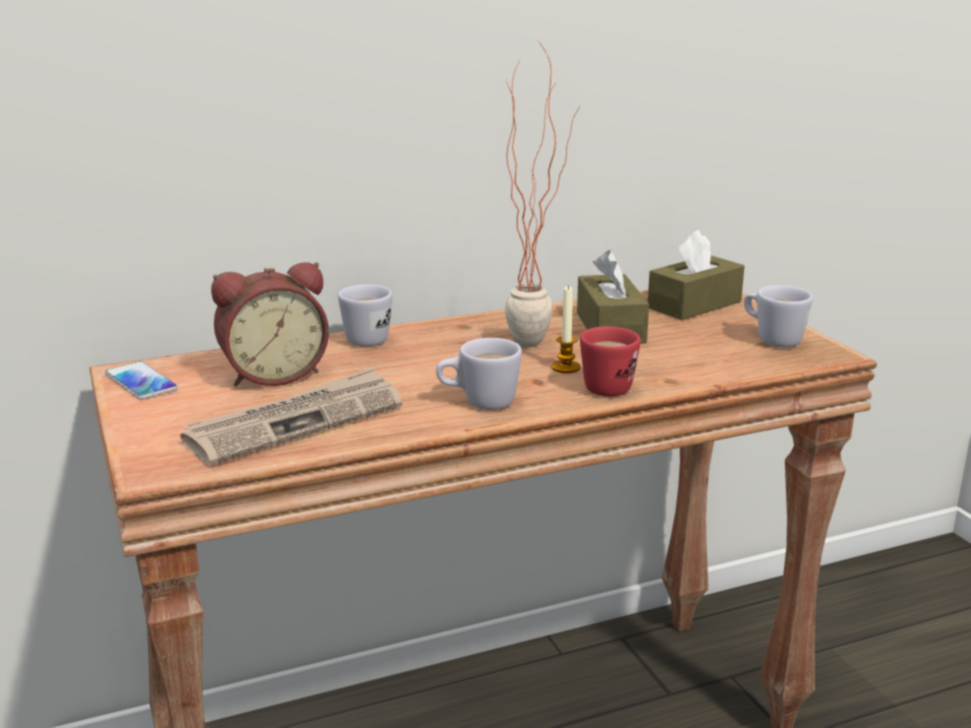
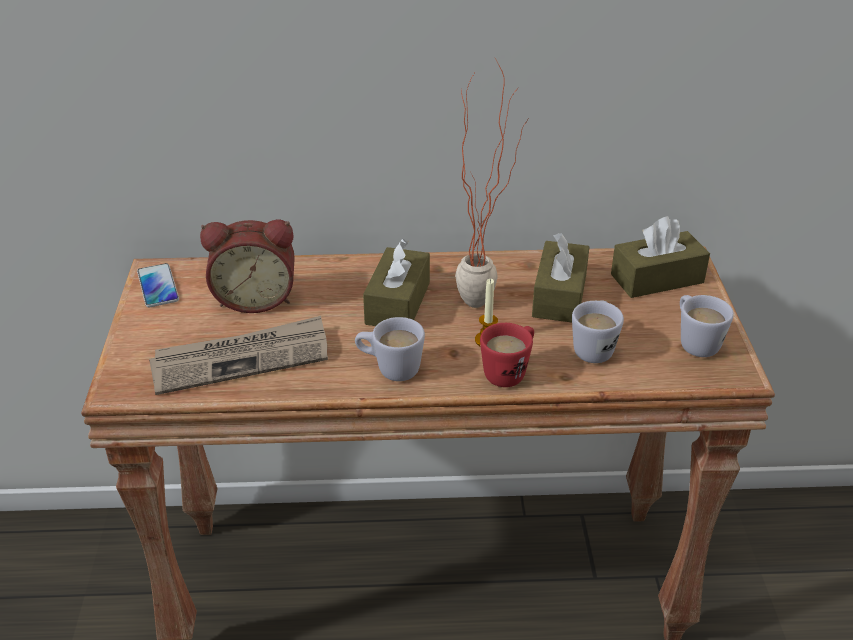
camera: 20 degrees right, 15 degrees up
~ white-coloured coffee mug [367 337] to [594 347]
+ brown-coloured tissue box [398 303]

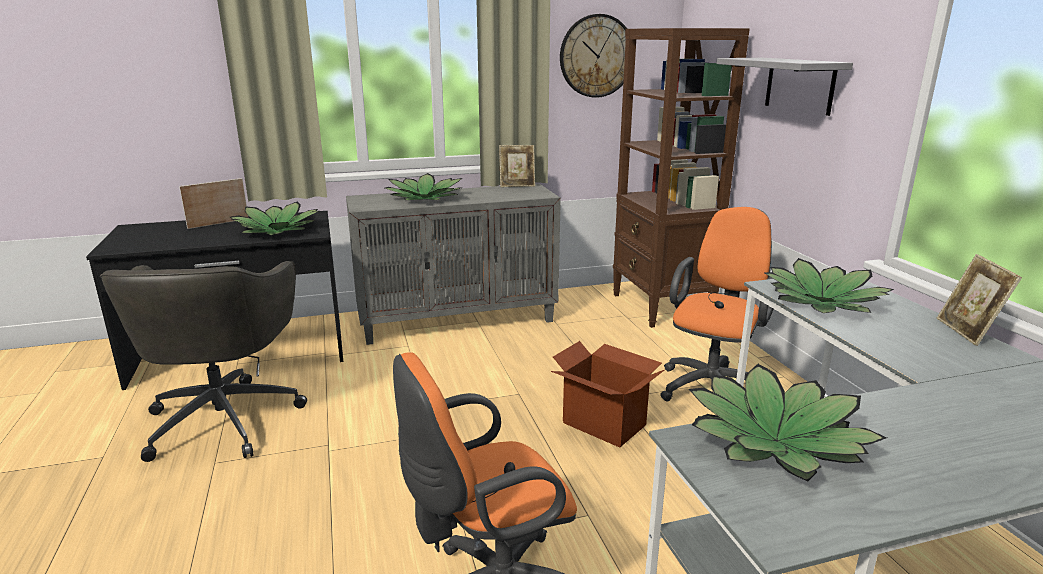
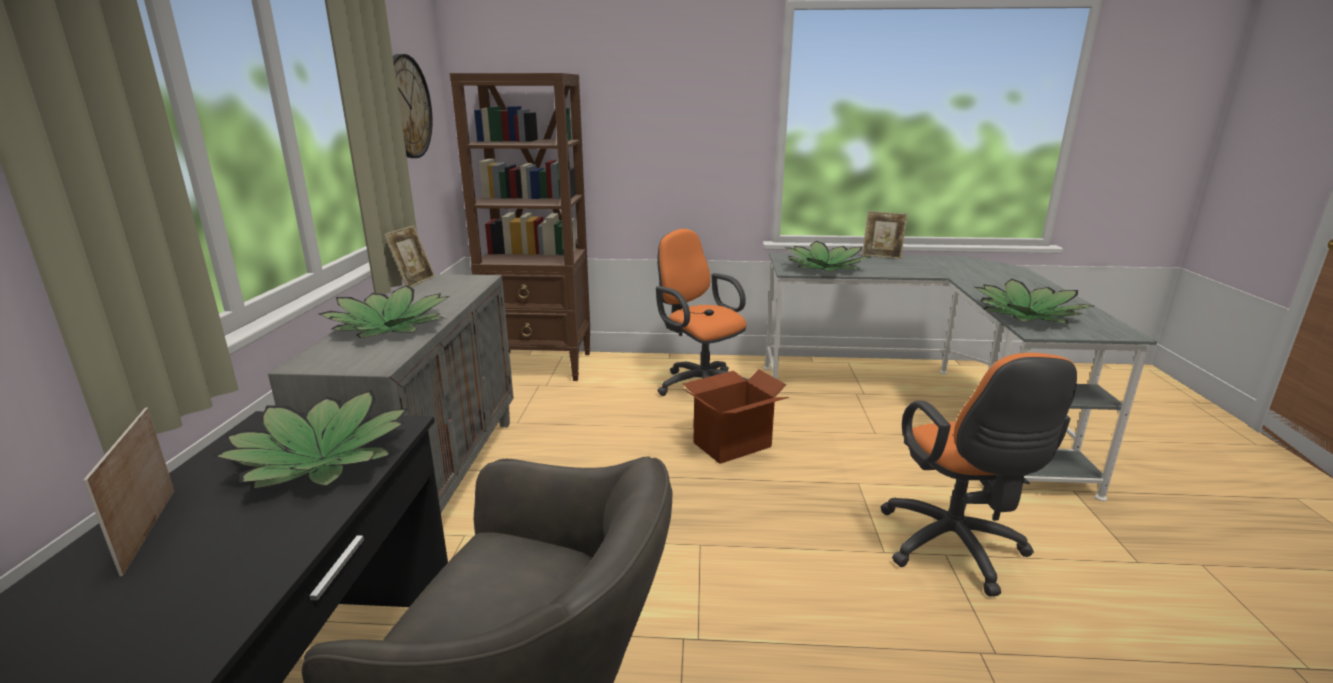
camera: 70 degrees left, 0 degrees up
- greyish wall shelf [799 85]

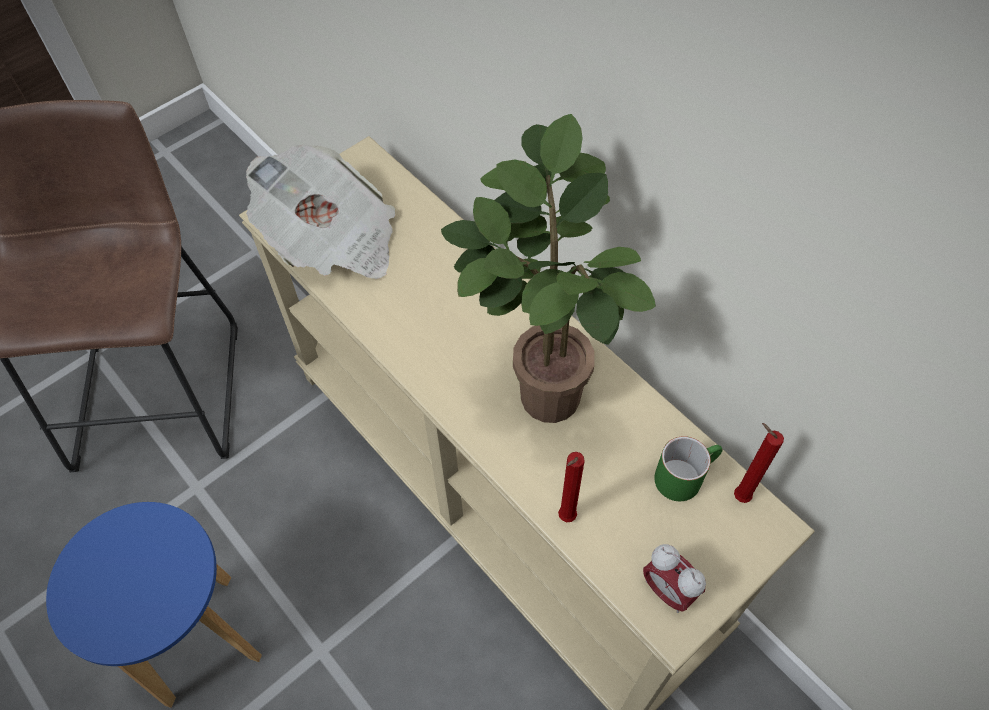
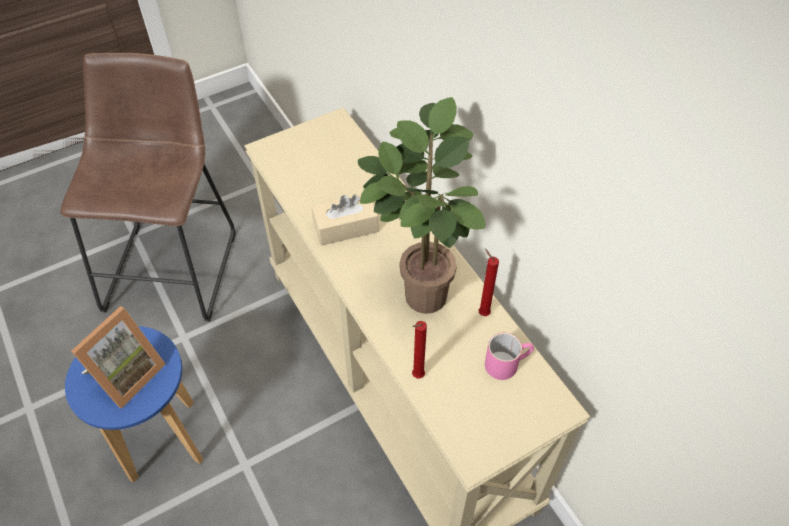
camera: 10 degrees right, 5 degrees down
- newspaper [332 240]
~ reddish candle [738 495] to [482 312]
~ green coffee mug [684 474] to pink-coloured coffee mug [507 363]
- bedside clock [668 590]
+ beige-coloured tissue box [345 227]
+ standing frame [126 374]

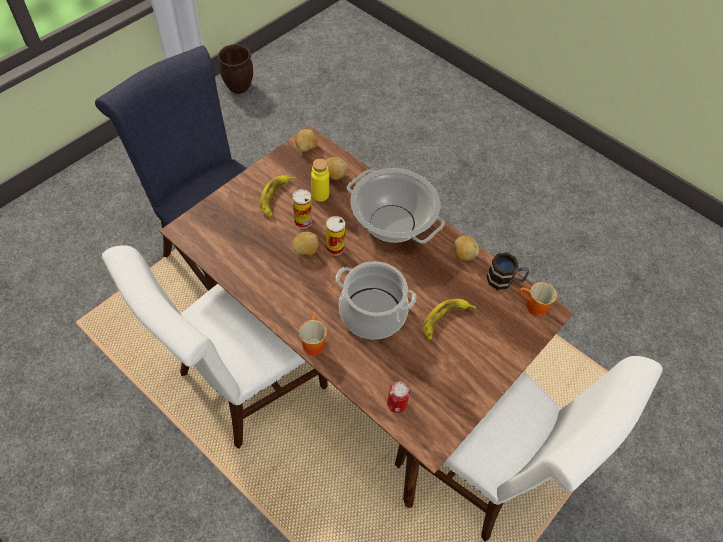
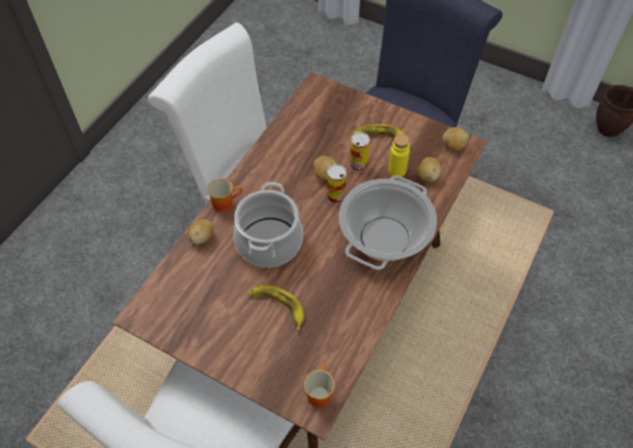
camera: 80 degrees right, 0 degrees up
~ spud [464 254] to [202 238]
- coffee mug [505 280]
- metal can [396 404]

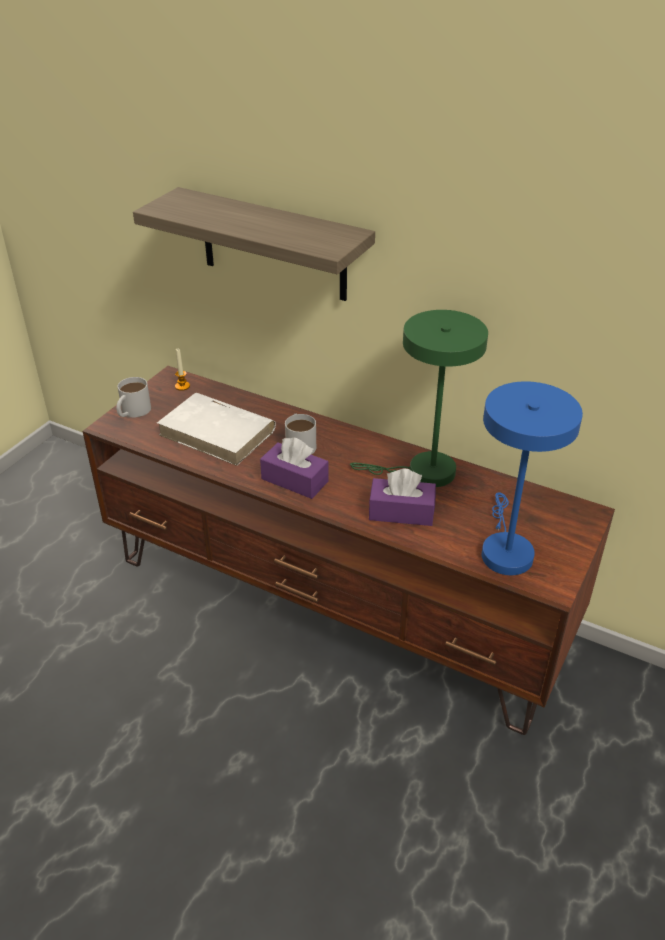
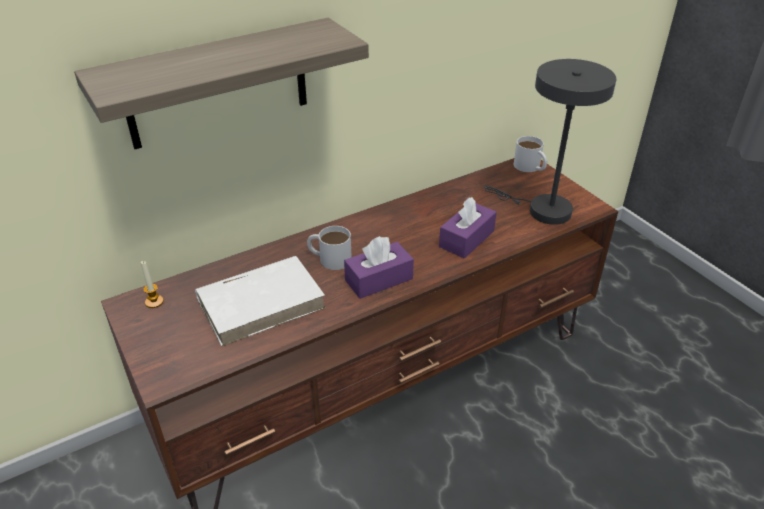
camera: 60 degrees left, 0 degrees up
- green table lamp [423 472]
~ white-coloured coffee mug [132 412] to [530 167]
~ blue-coloured table lamp [505 549] to greyish table lamp [542 210]

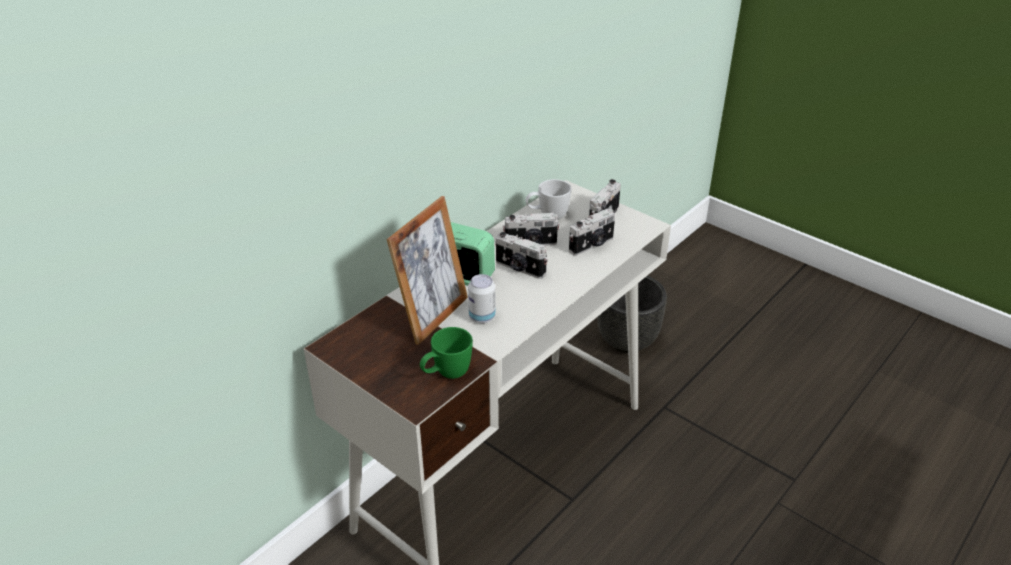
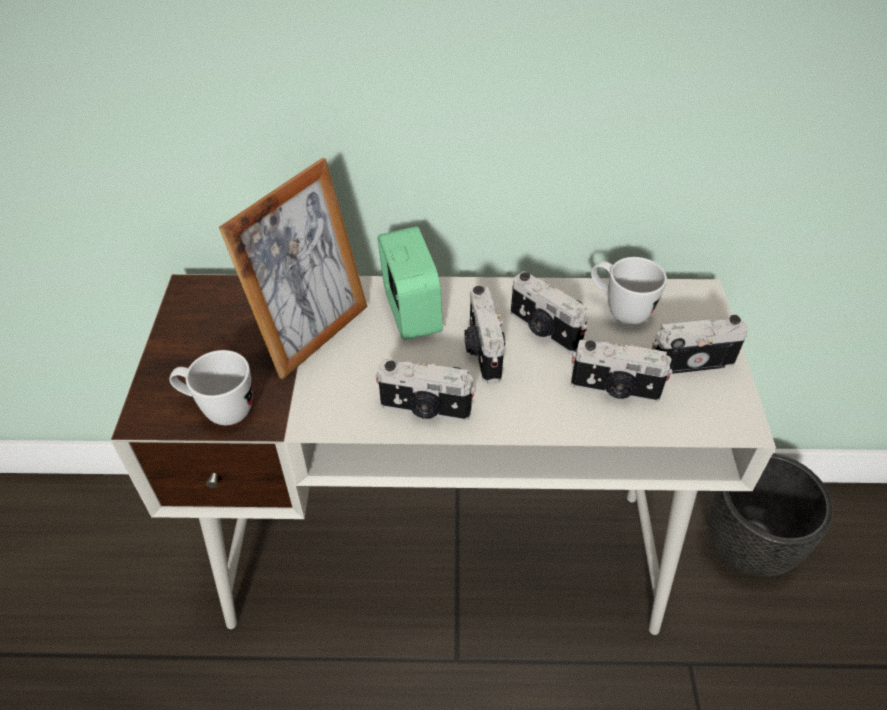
camera: 50 degrees right, 10 degrees up
~ standing frame [433 316] = [313 333] 45 degrees counterclockwise
- metal can [482 317]
~ green coffee mug [446 374] to white-coloured coffee mug [219 410]
+ photo camera [425 409]

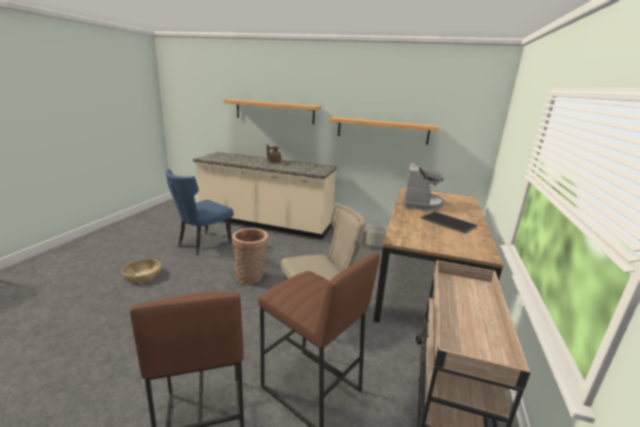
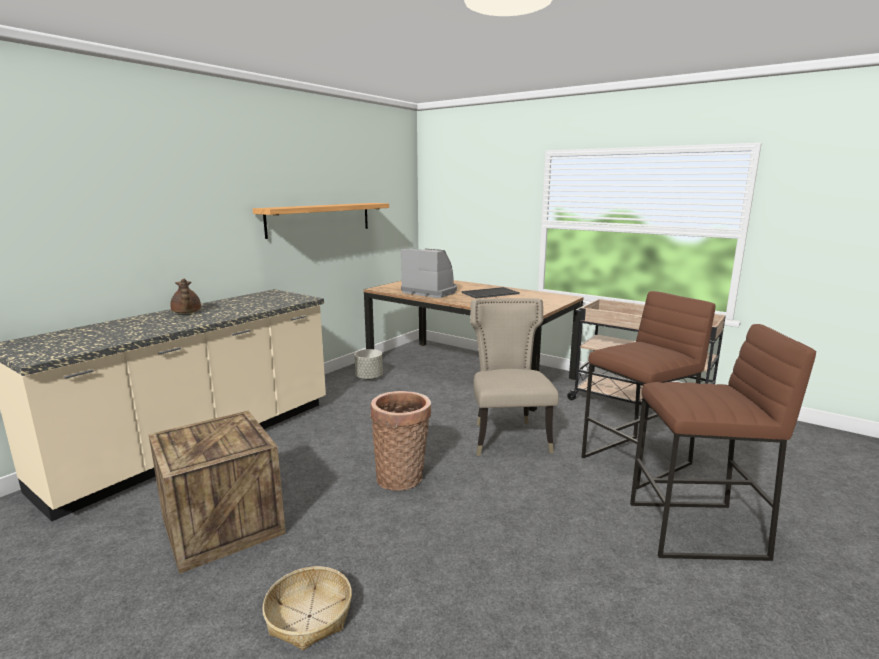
camera: 70 degrees left, 5 degrees down
- wall shelf [274 111]
~ blue-coloured chair [202 244] to packing crate [222 525]

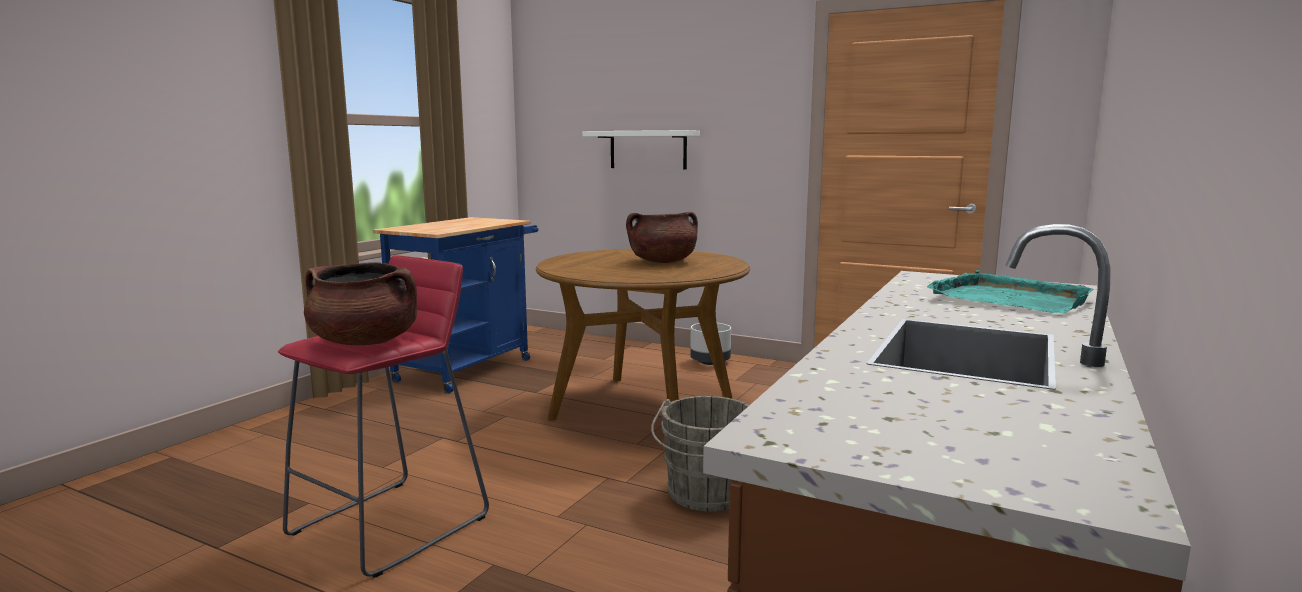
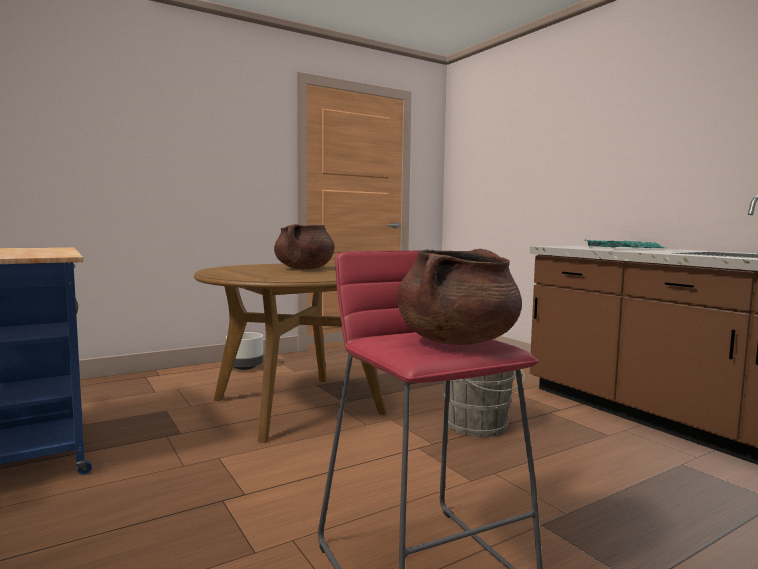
camera: 60 degrees left, 5 degrees down
- white-coloured wall shelf [648 150]

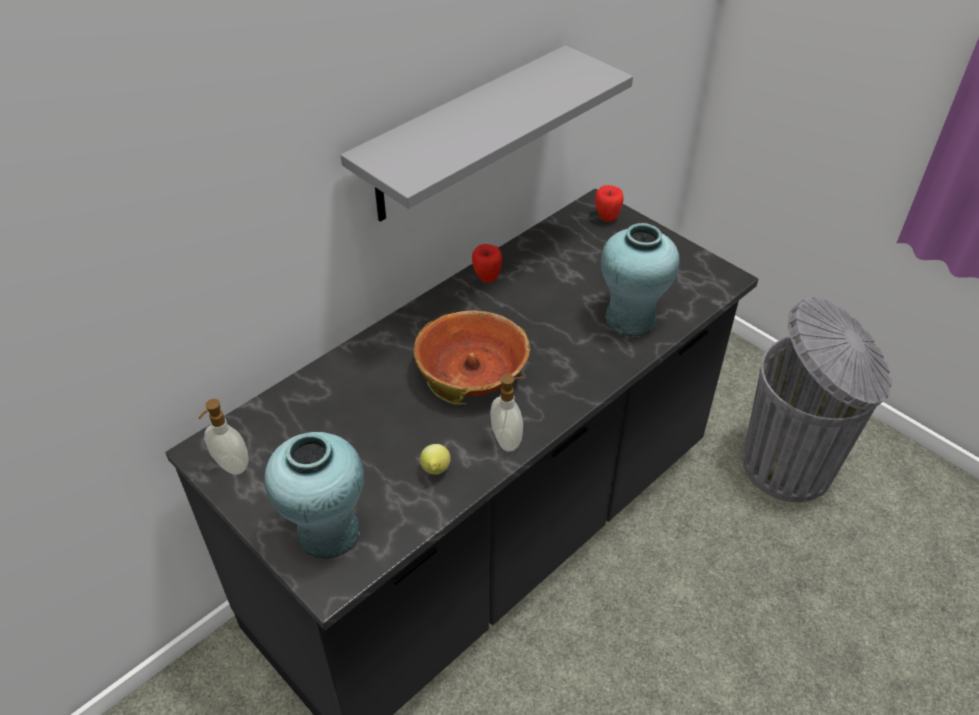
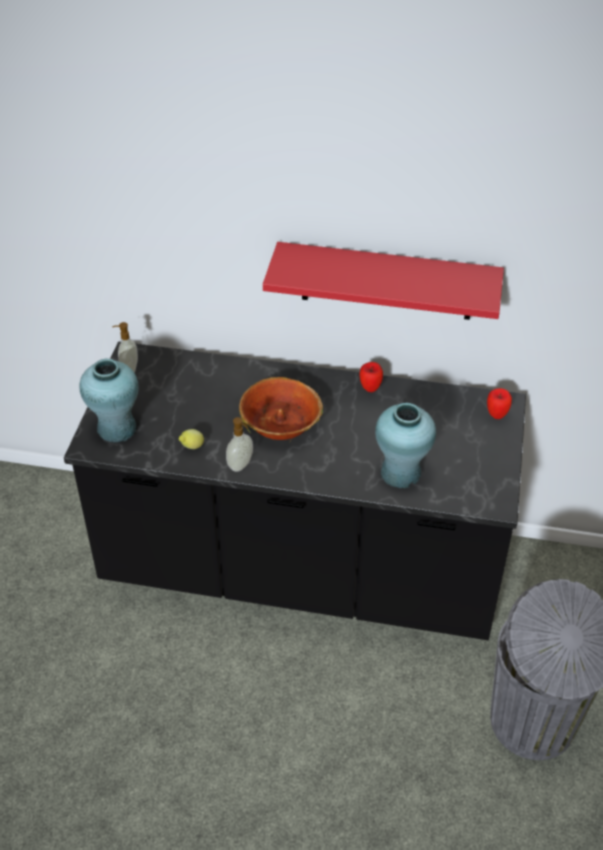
camera: 55 degrees right, 0 degrees up
~ greyish wall shelf [462 135] to reddish wall shelf [387 281]

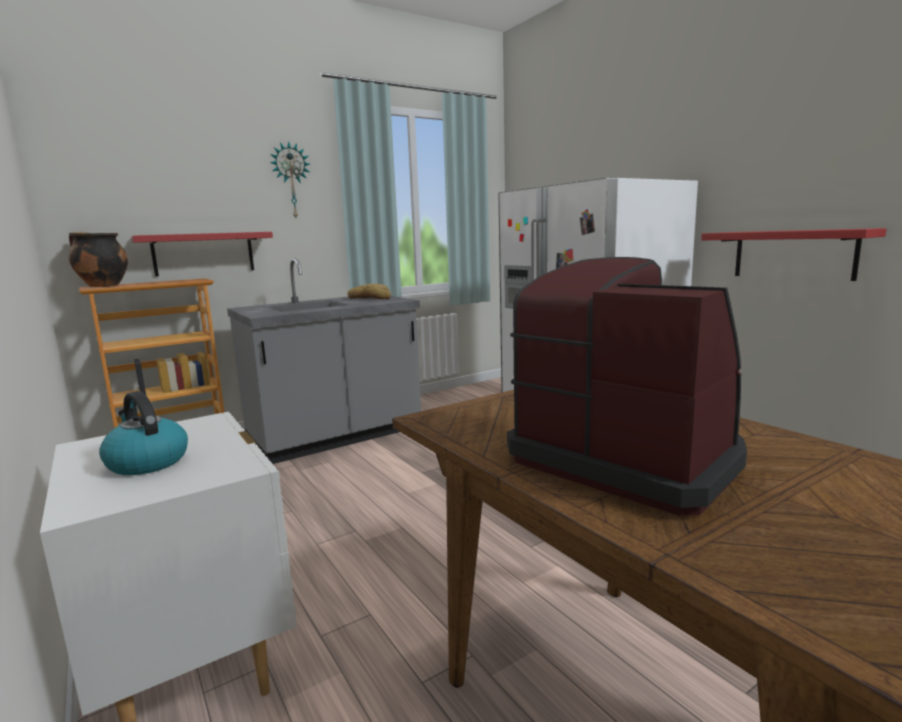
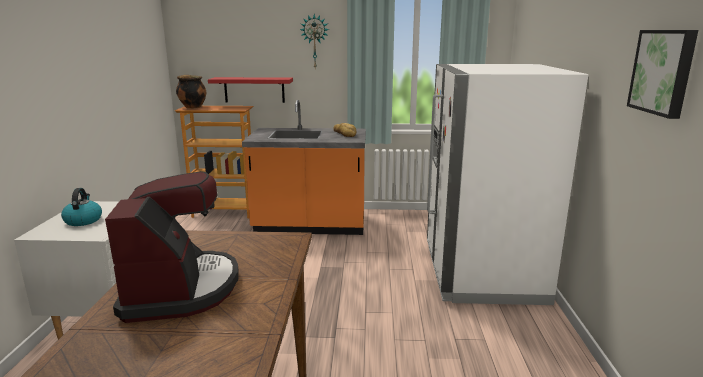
camera: 35 degrees right, 5 degrees up
- reddish wall shelf [793 254]
~ greyish kitchen counter [335 437] to orange kitchen counter [310 226]
+ wall art [663 72]

